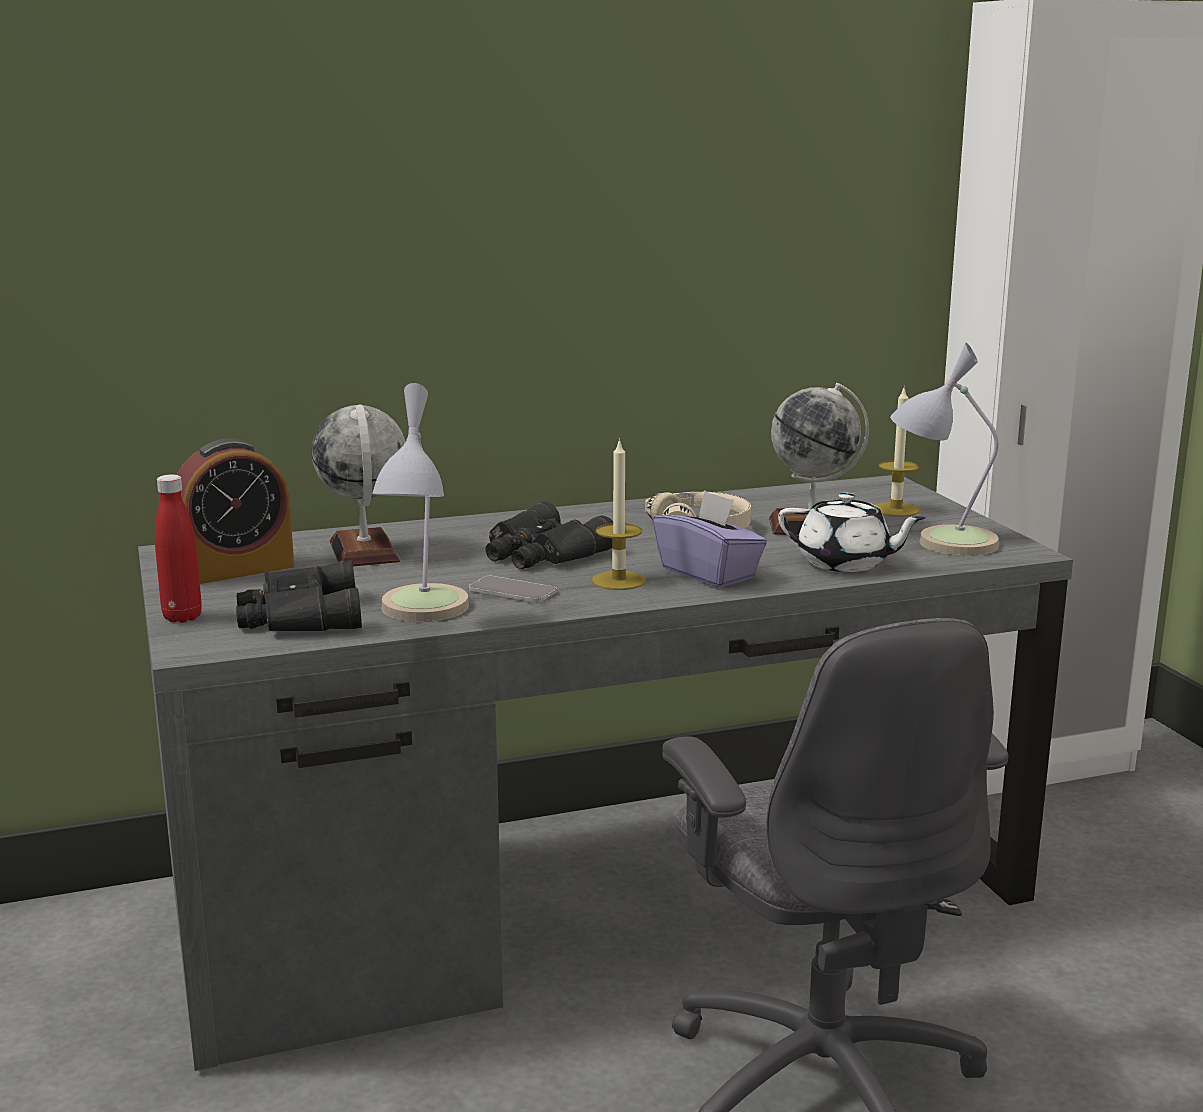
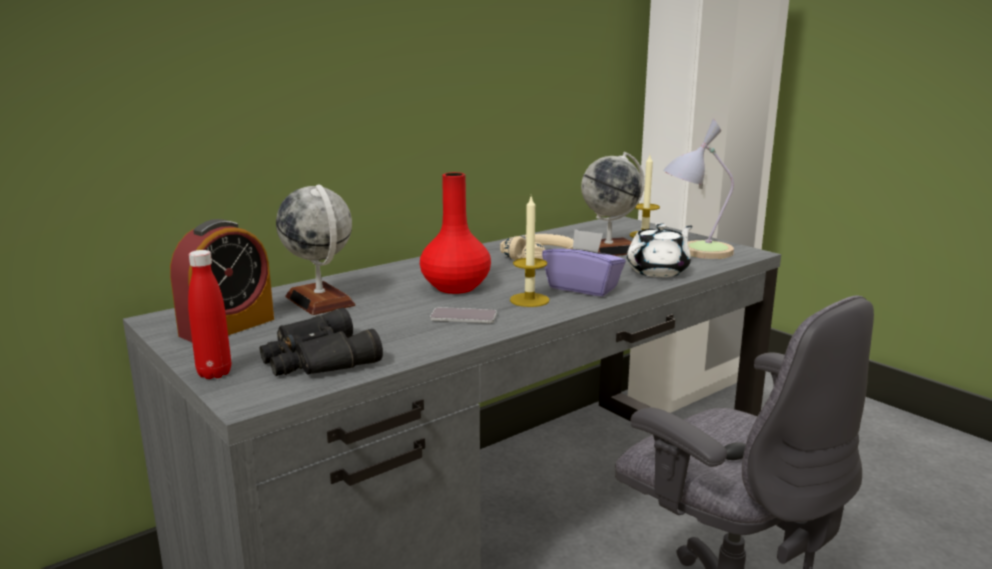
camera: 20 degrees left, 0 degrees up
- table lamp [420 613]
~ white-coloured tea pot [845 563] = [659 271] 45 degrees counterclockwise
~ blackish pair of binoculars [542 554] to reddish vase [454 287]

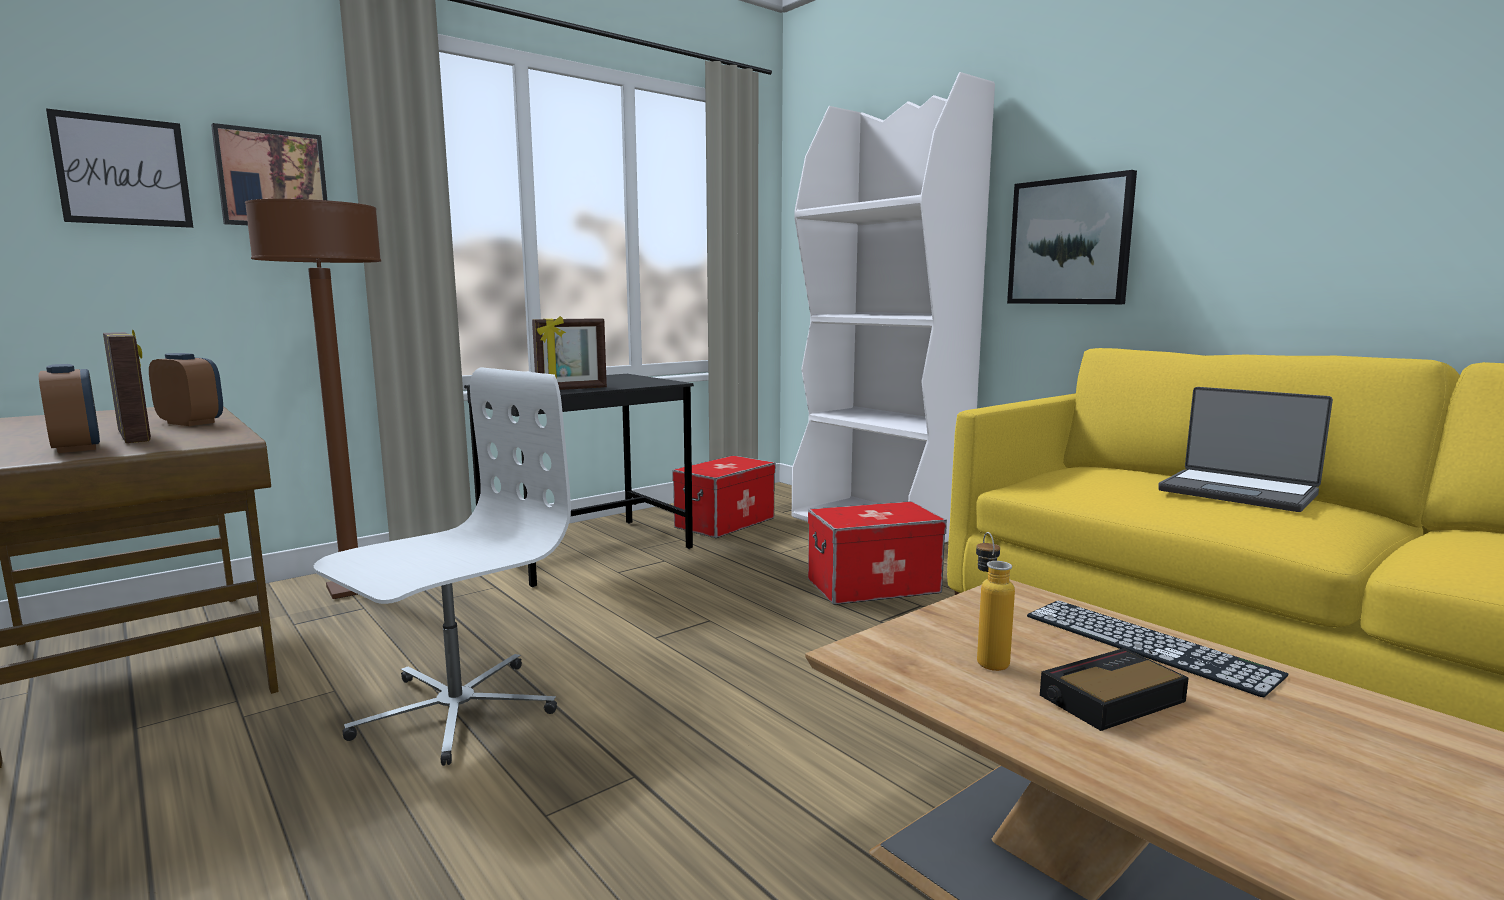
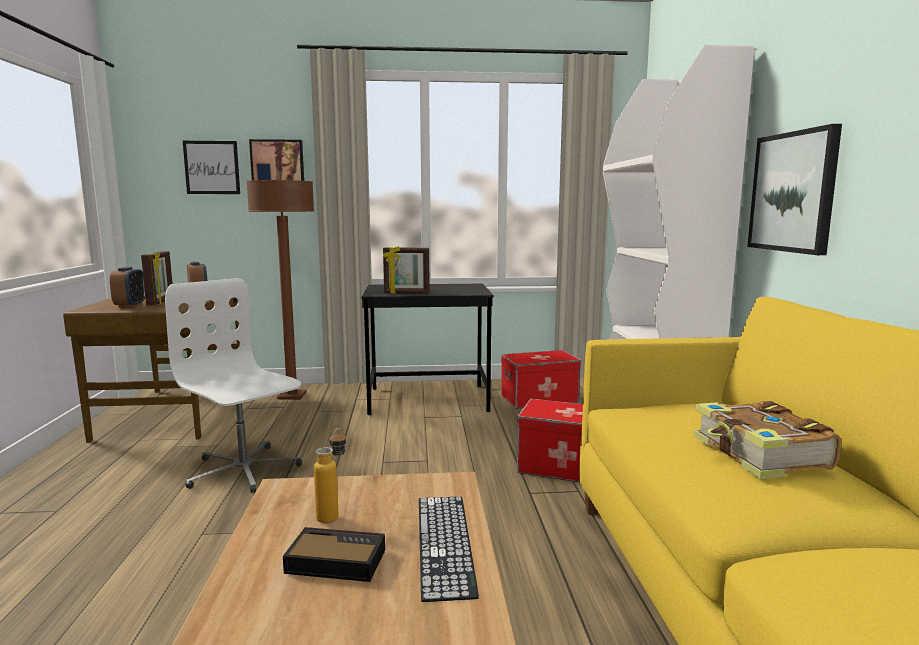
camera: 35 degrees right, 0 degrees up
~ white-coloured office chair [454 710] = [243 470] 120 degrees counterclockwise
~ laptop [1238 492] to book [760 455]

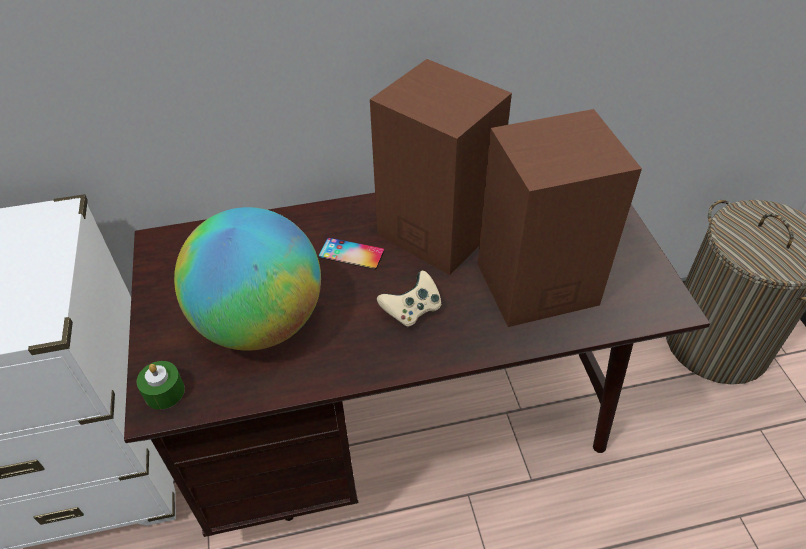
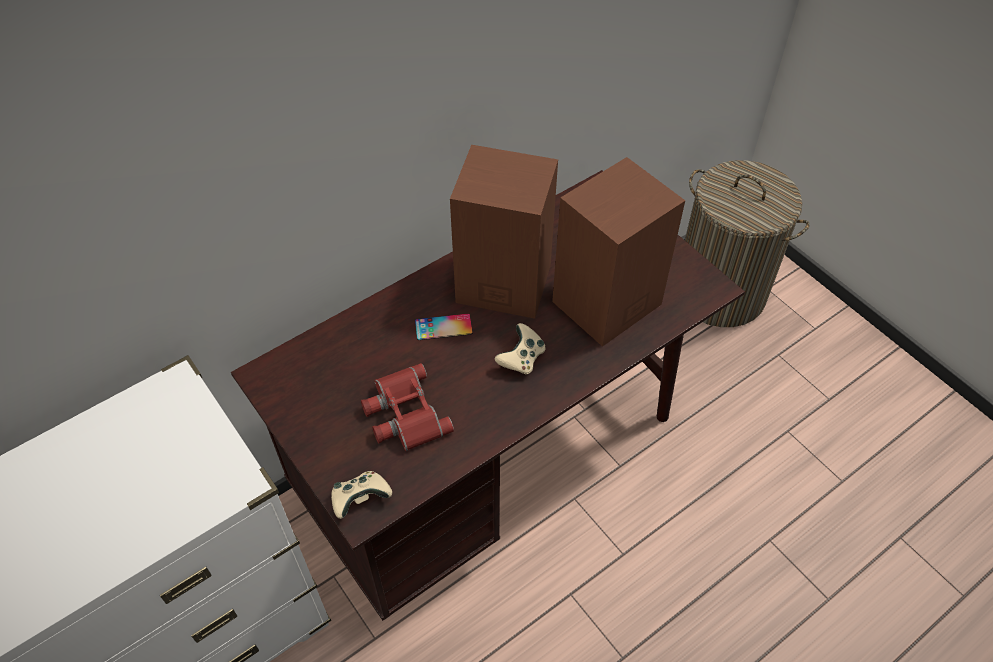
camera: 25 degrees left, 5 degrees up
~ world globe [260 322] to reddish pair of binoculars [403 413]
~ green candle [164 392] to beige-coloured joypad [361 499]

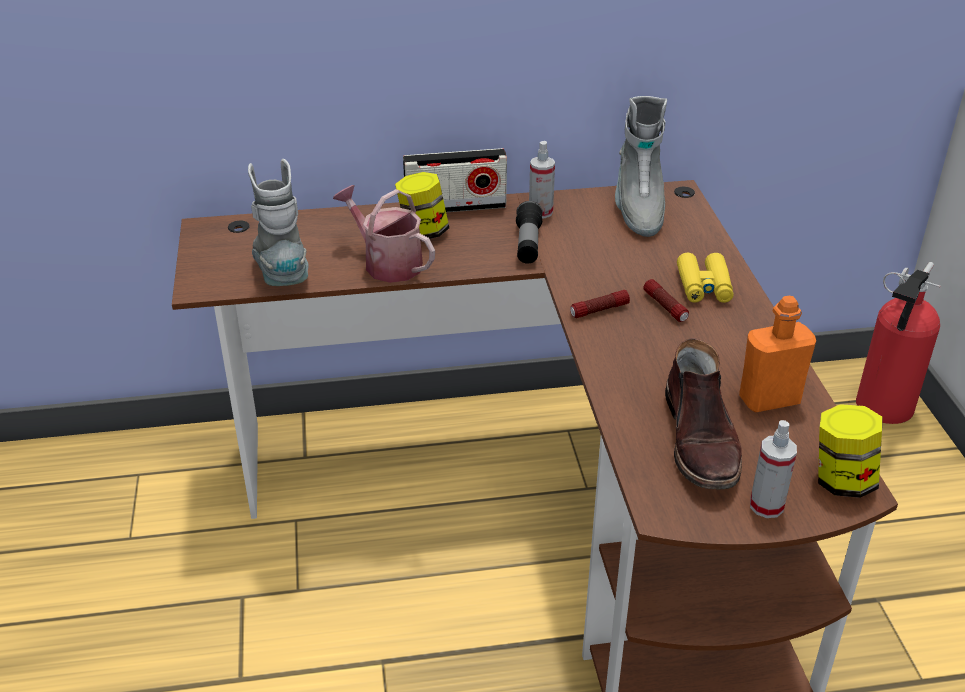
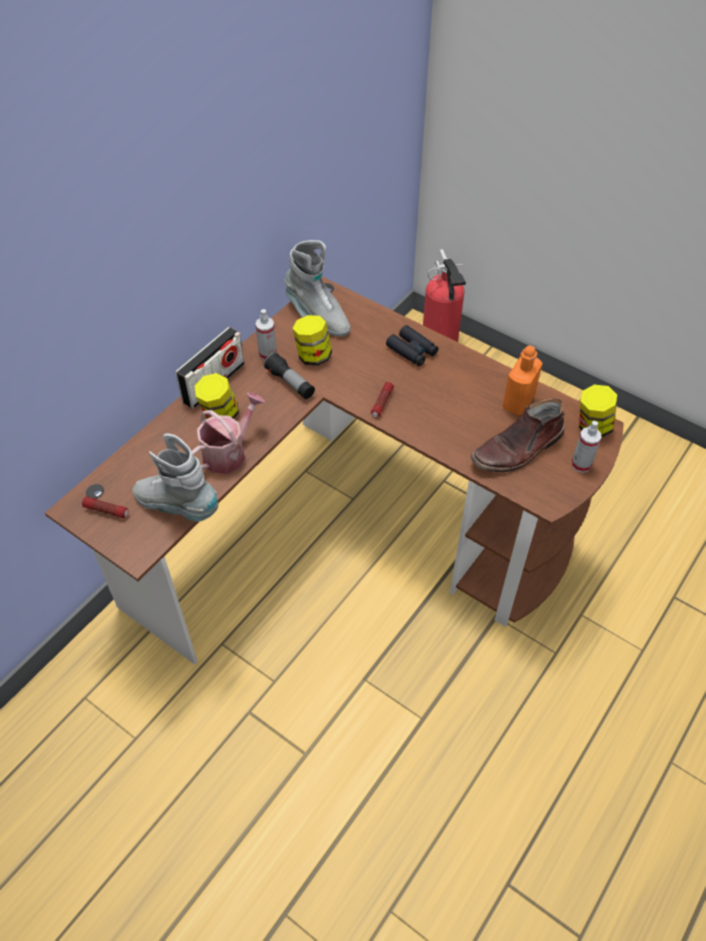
camera: 45 degrees left, 15 degrees up
~ sprinkling can [387 263] = [228 452] 135 degrees clockwise
~ yellow-coloured pair of binoculars [704 286] to blackish pair of binoculars [412 350]
~ hand torch [665 307] to [106 510]
~ brown-coloured high-top boot [701 441] = [518 449] 105 degrees clockwise
+ jar [313 356]

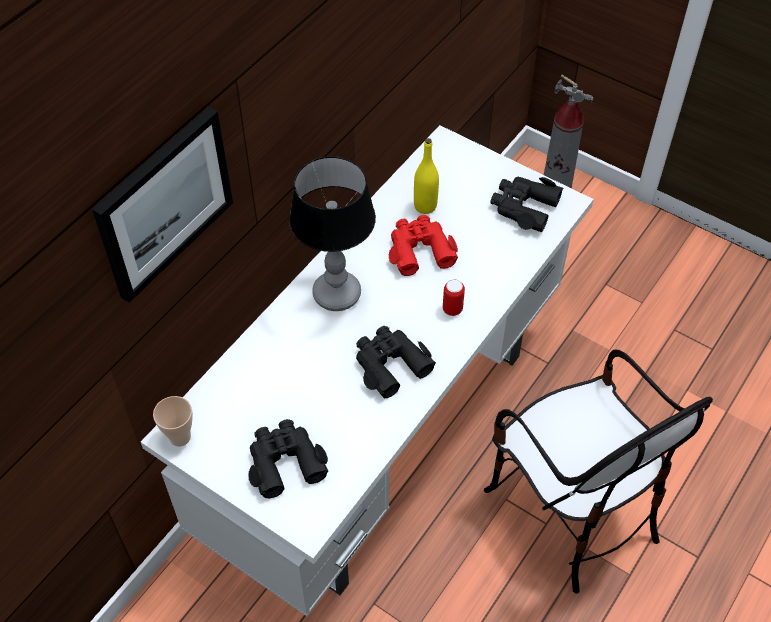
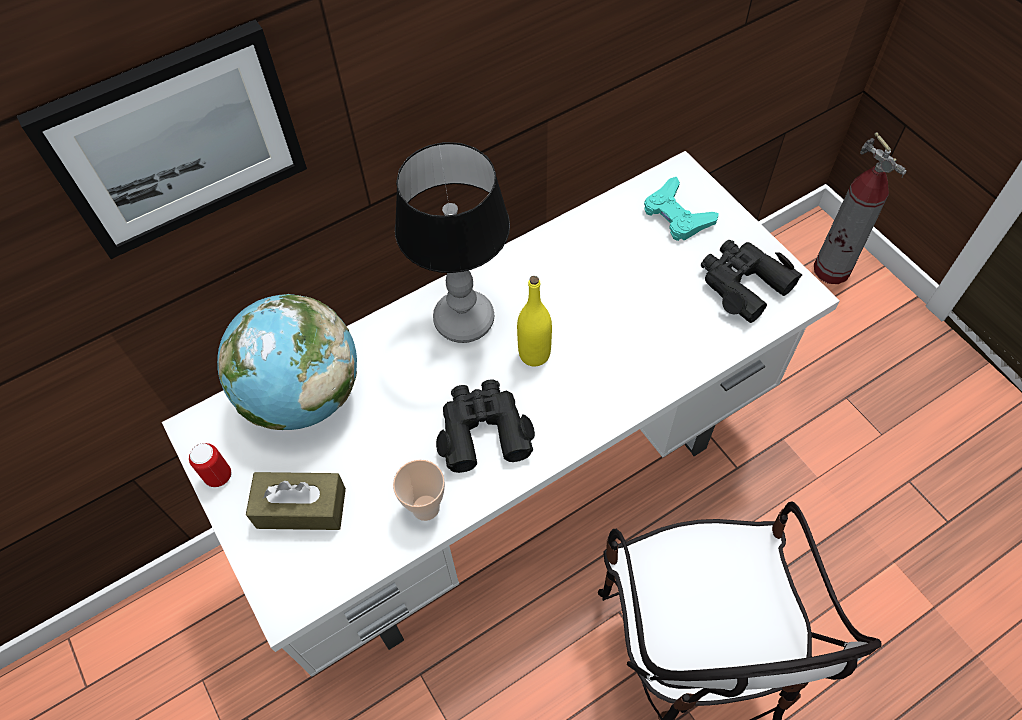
camera: 25 degrees right, 5 degrees up
~ yellow-coloured bottle [425 206] to [534 354]
- reddish pair of binoculars [419 249]
~ metal can [452 309] to [218 476]
~ small cup [180 437] to [425 507]
~ blackish pair of binoculars [284 461] to brown-coloured tissue box [301 508]
+ turquoise-coloured joypad [676 215]
+ world globe [303 395]

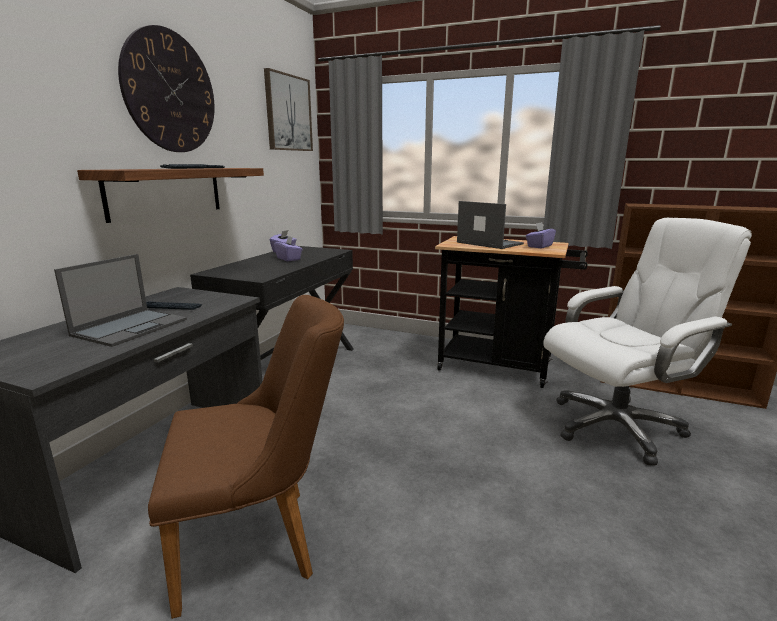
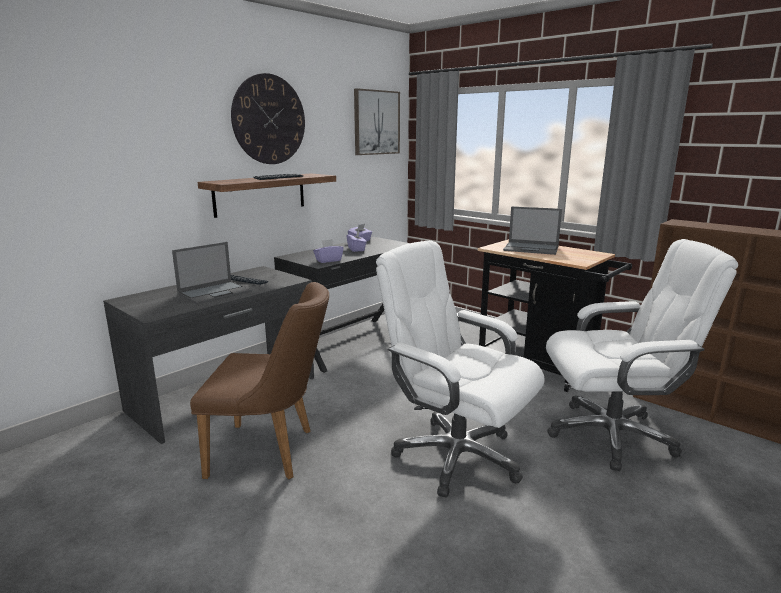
camera: 20 degrees right, 0 degrees up
~ laptop [488 243] = [532 248] 135 degrees clockwise
~ purple-coloured tissue box [539 246] to [328 260]
+ white-coloured office chair [456 456]

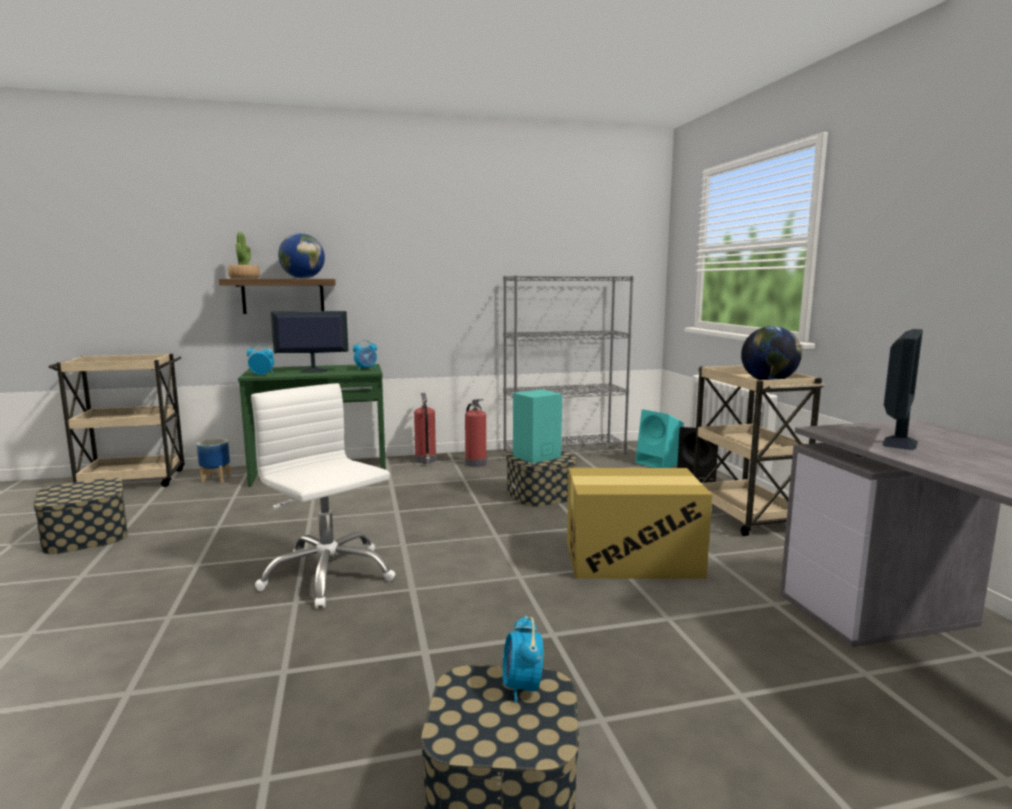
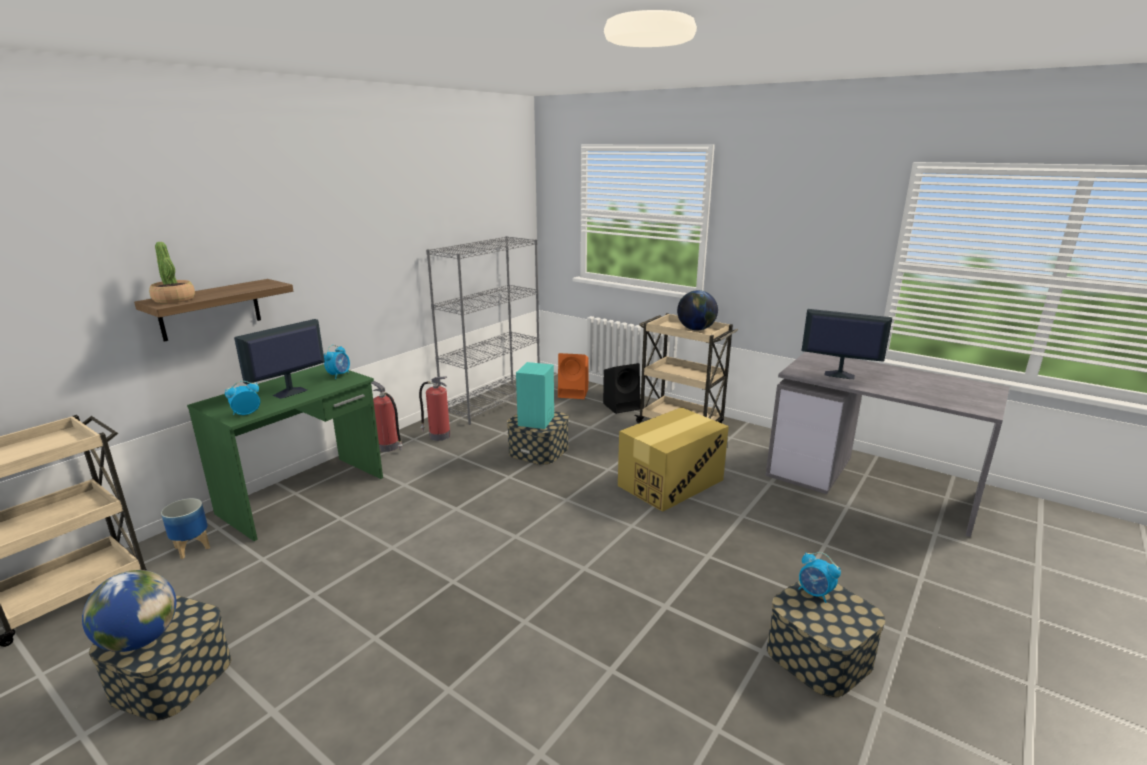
camera: 40 degrees left, 10 degrees up
~ world globe [303 278] to [140 640]
~ computer display [899 442] = [838 375] 60 degrees counterclockwise
- white-coloured office chair [327 575]
~ turquoise-coloured audio speaker [659 463] to orange audio speaker [574 393]

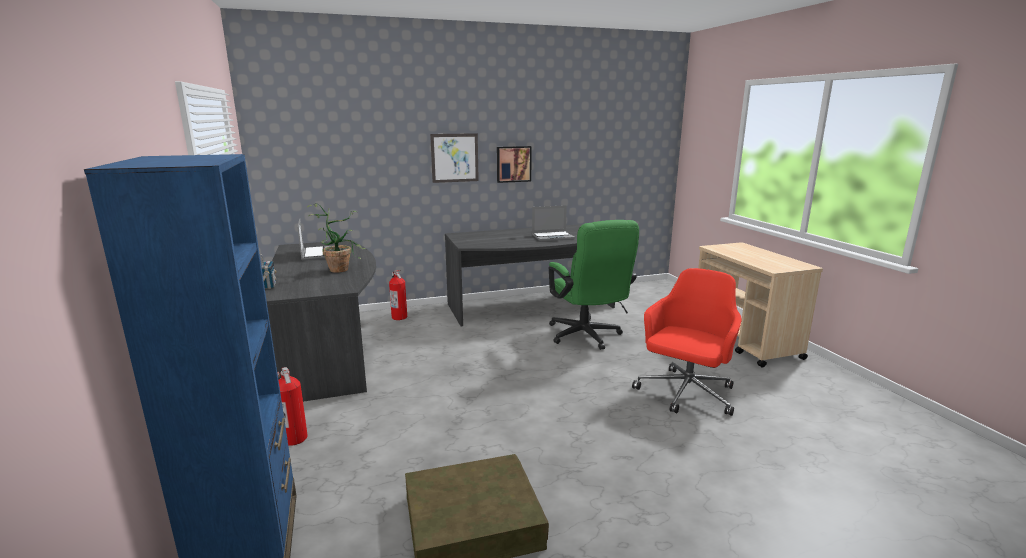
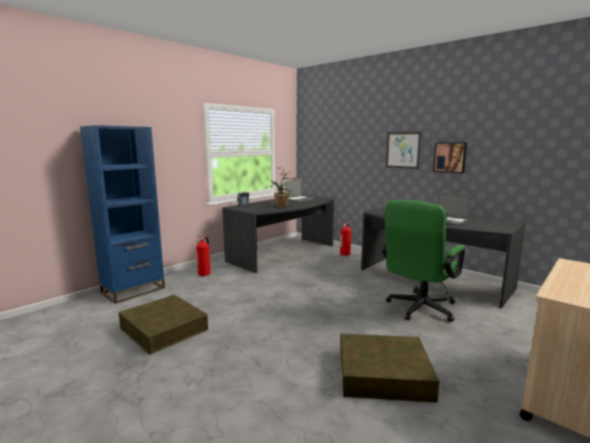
camera: 60 degrees right, 5 degrees down
~ reddish office chair [685 394] to brown-coloured storage box [383 374]

